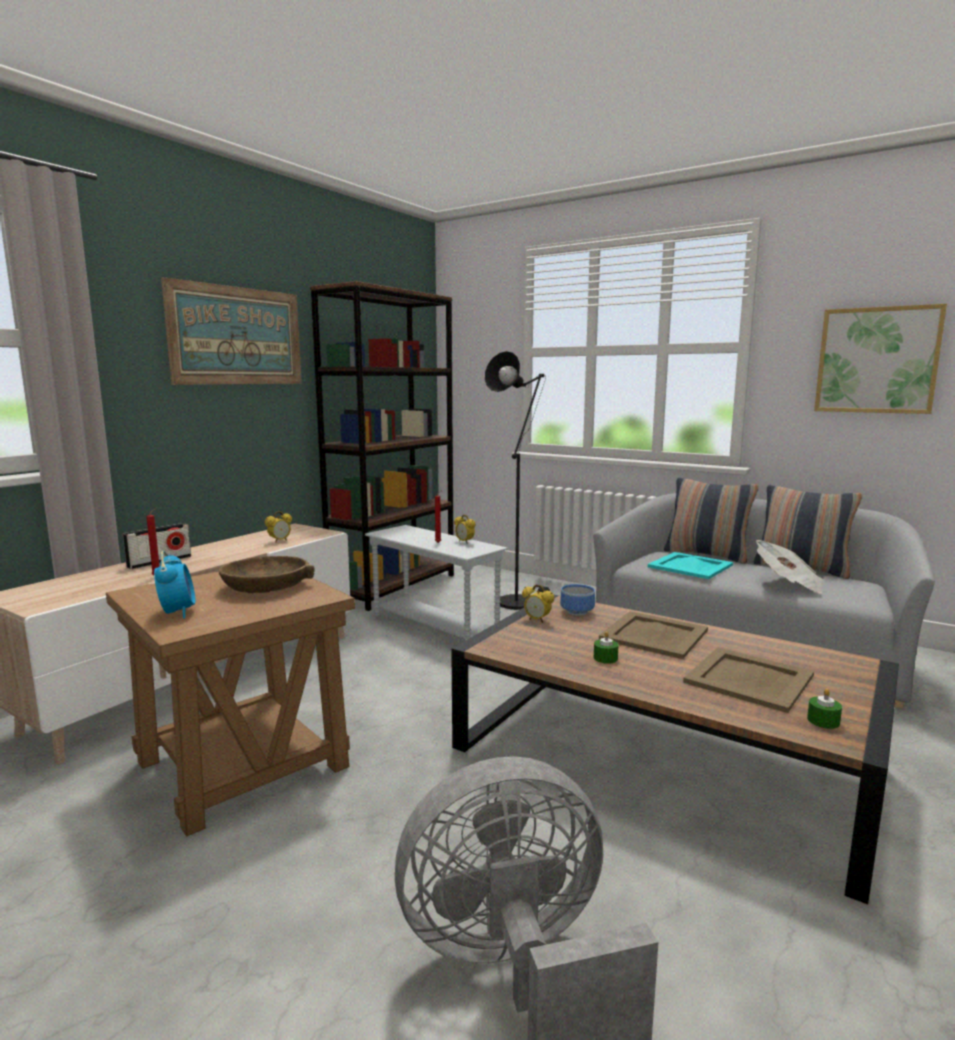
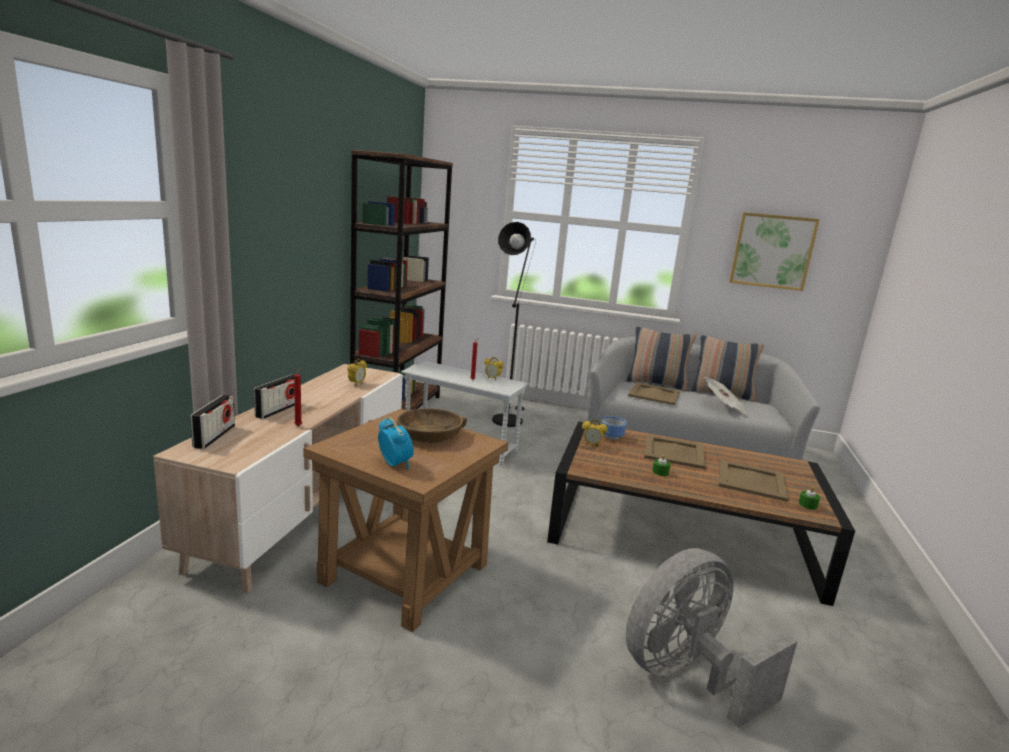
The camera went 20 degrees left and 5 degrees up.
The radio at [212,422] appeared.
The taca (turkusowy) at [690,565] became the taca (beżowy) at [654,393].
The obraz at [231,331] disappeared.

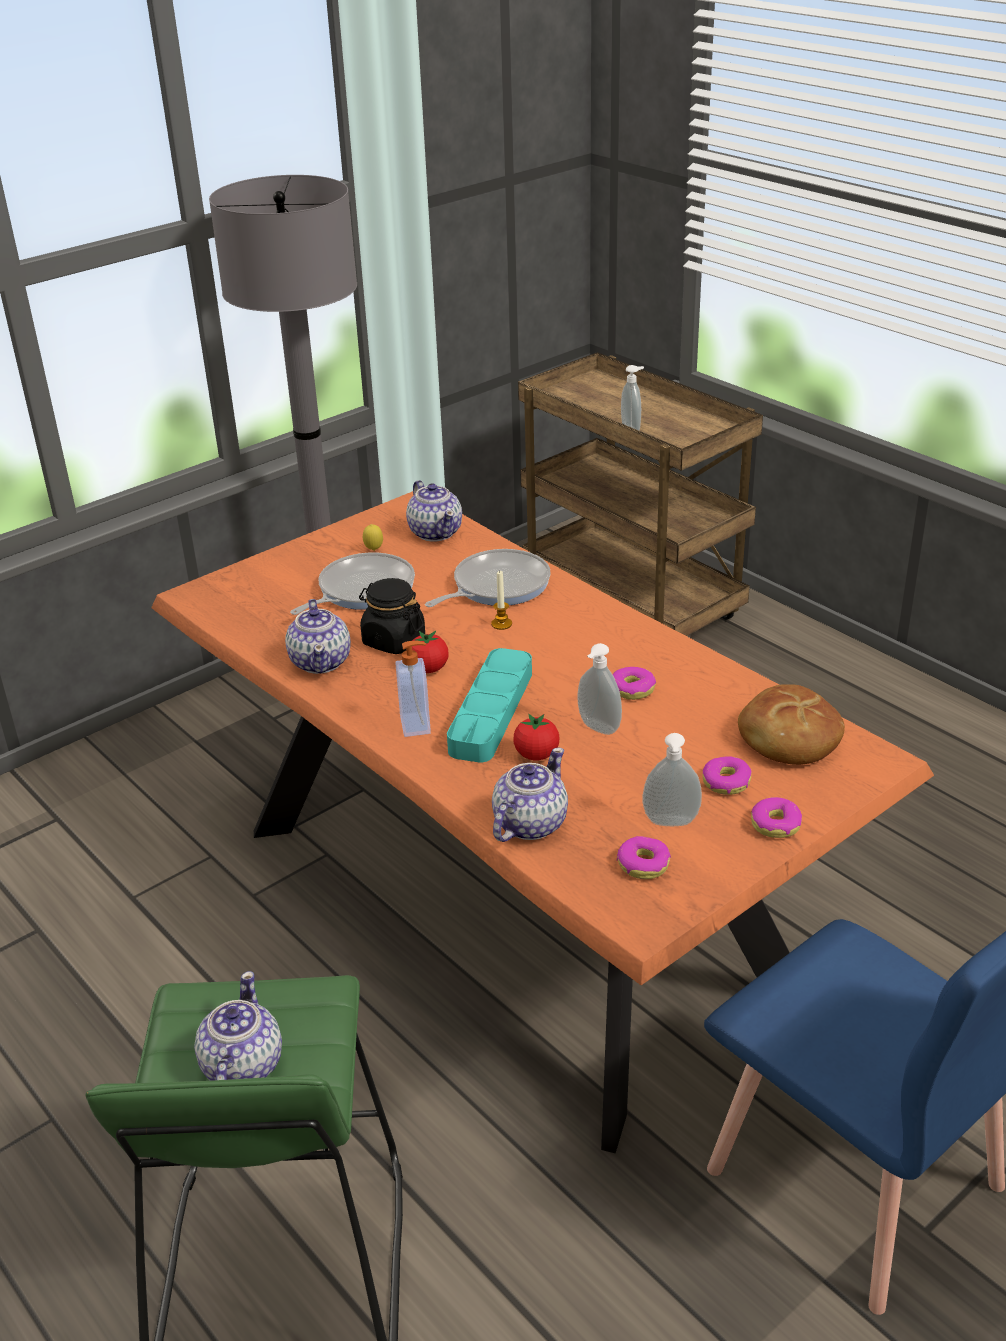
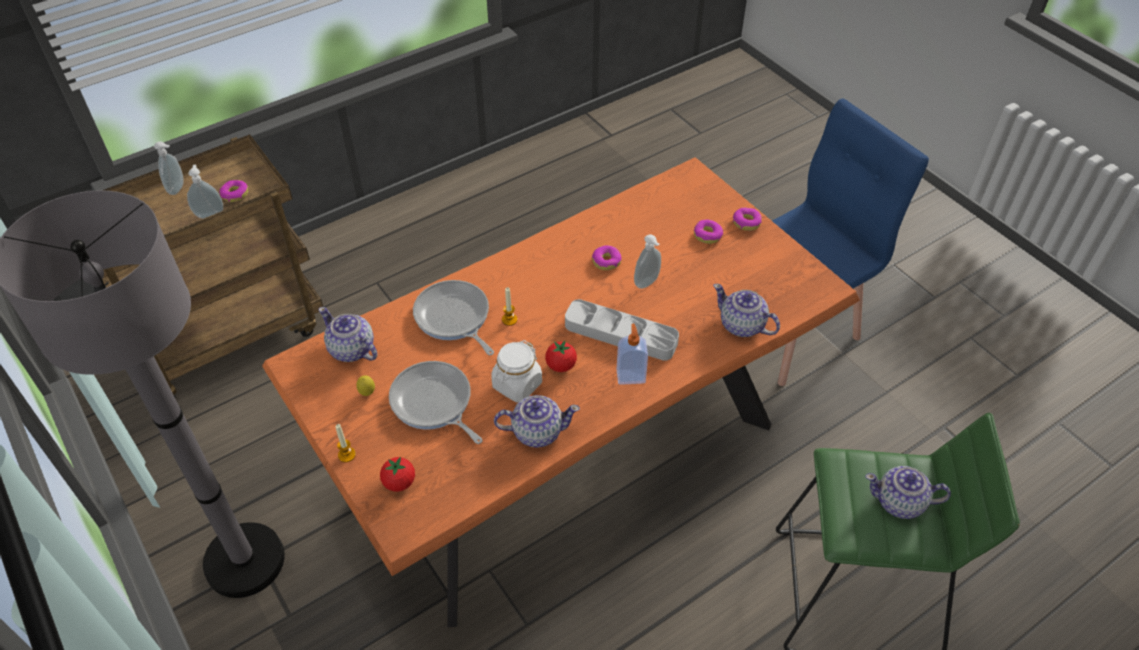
The camera went 85 degrees left and 15 degrees up.
The dozownik mydła moved from [672,779] to [169,168].
The donut moved from [644,857] to [233,191].
The imbryk at [434,511] turned 120 degrees counterclockwise.
The świeca at [346,443] appeared.
The pomidor moved from [536,737] to [397,474].
The słoik (czarny) at [392,616] became the słoik (biały) at [516,371].
The taca (turkusowy) at [489,705] became the taca (szary) at [622,330].
The chleb at [791,724] disappeared.

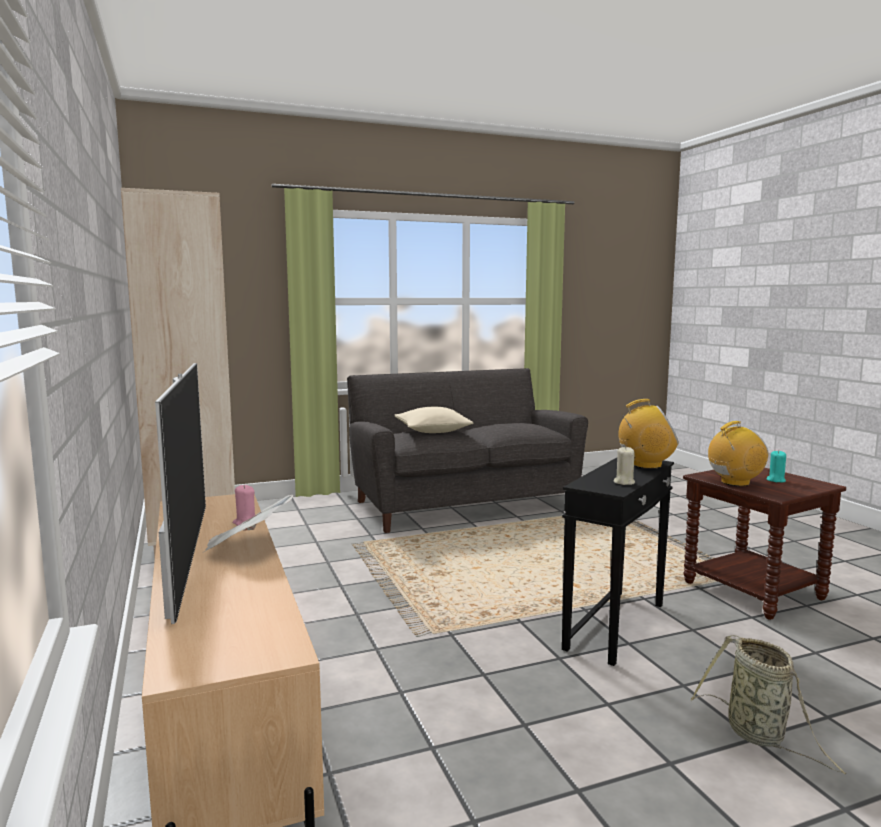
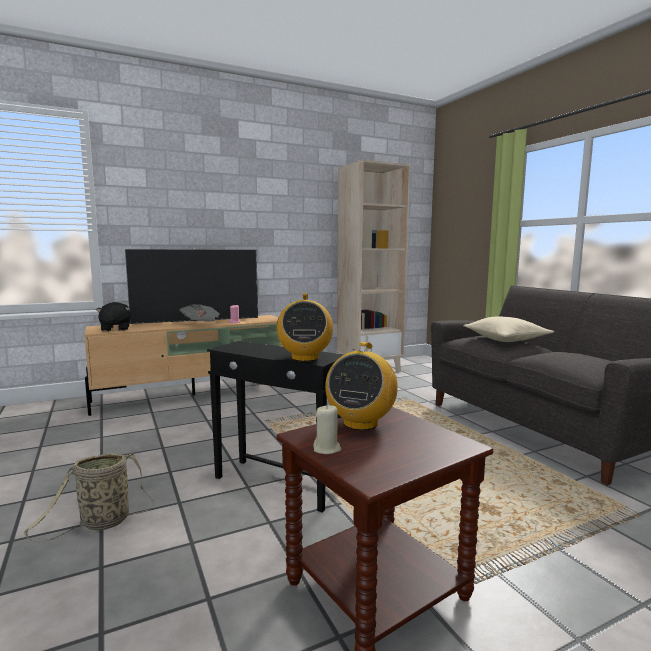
The camera went 85 degrees right and 0 degrees up.
The pluszak (czarny) at [113,317] appeared.
The świeca (beżowy) moved from [624,466] to [327,429].
The radio at [738,453] turned 45 degrees clockwise.
The świeca (turkusowy) at [776,466] disappeared.

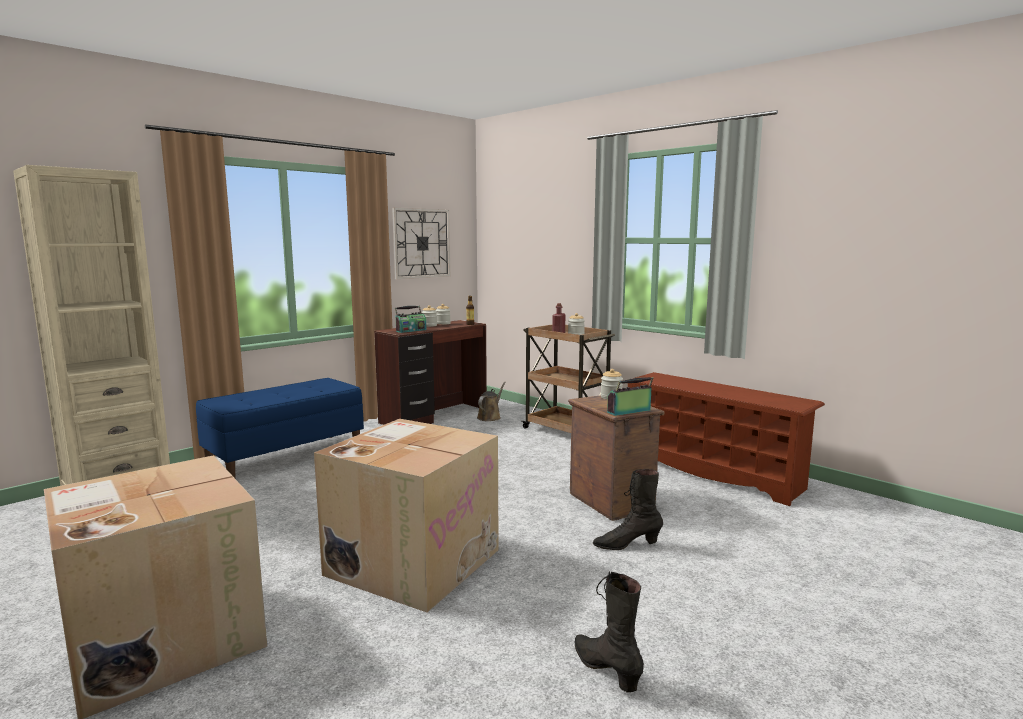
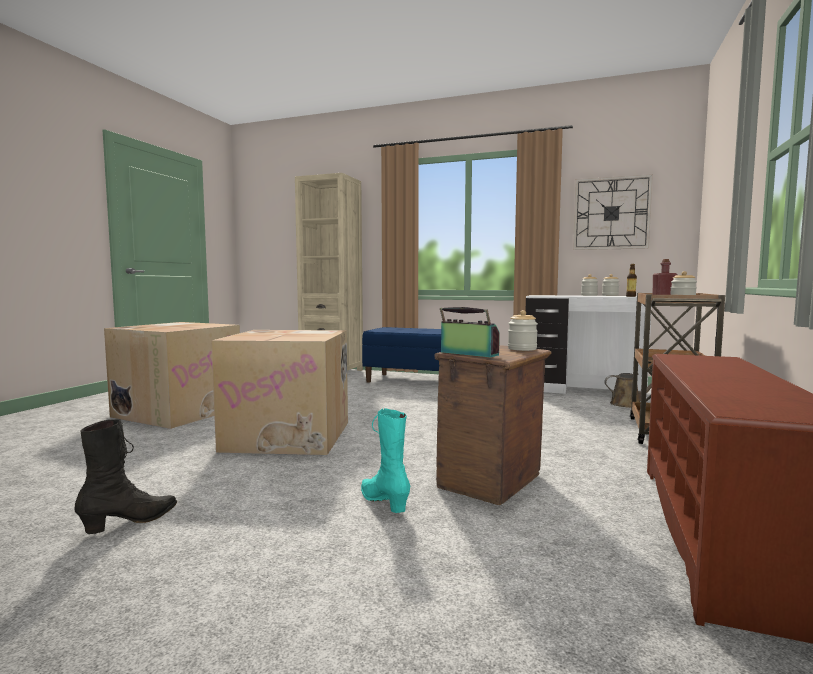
The camera went 65 degrees right and 5 degrees down.
The but z cholewką (czarny) at [627,509] became the but z cholewką (turkusowy) at [385,460].
The biurko (brązowy) at [430,372] became the biurko (biały) at [589,346].
The radio at [410,319] disappeared.

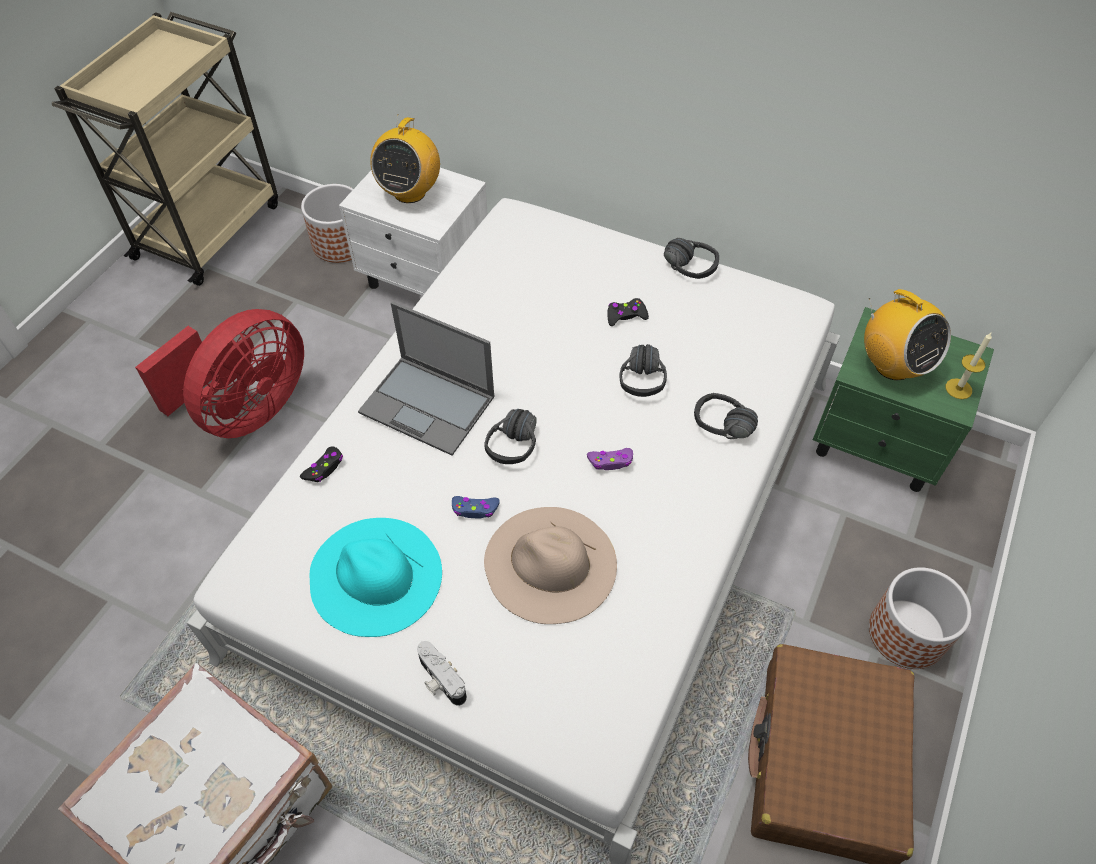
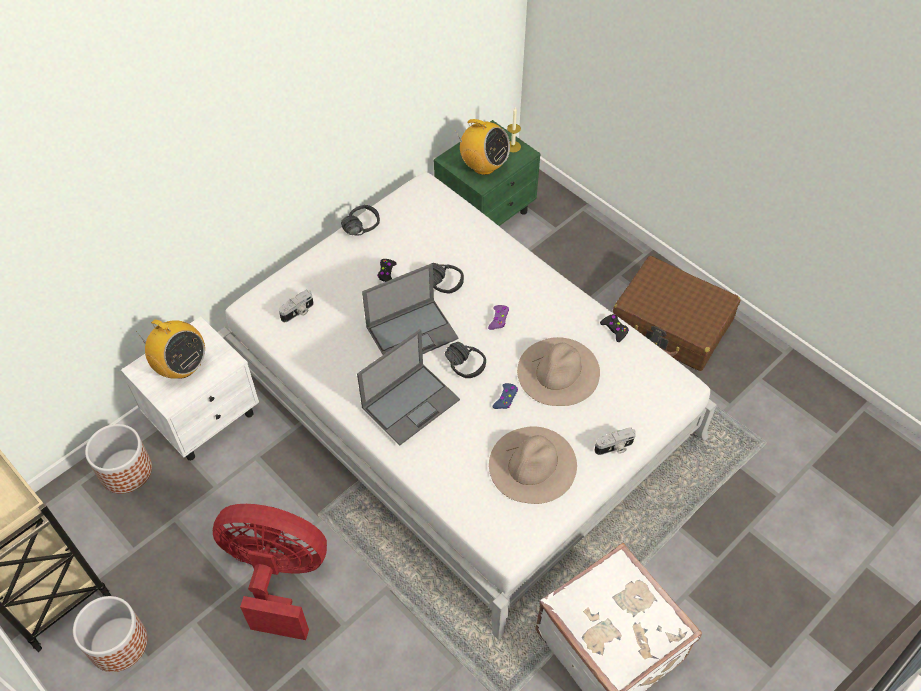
The camera went 70 degrees left and 0 degrees up.
The donica moved from [920,618] to [110,634].
The wentylator (czerwony) at [219,373] turned 45 degrees counterclockwise.
The aparat fotograficzny at [296,306] appeared.
The laptop at [410,309] appeared.
The radio at [907,334] turned 45 degrees clockwise.
The kapelusz (turkusowy) at [376,577] became the kapelusz (beżowy) at [533,465].
The pad do gier (czarny) moved from [321,464] to [614,328].
The słuchawki (czarny) at [726,416] disappeared.

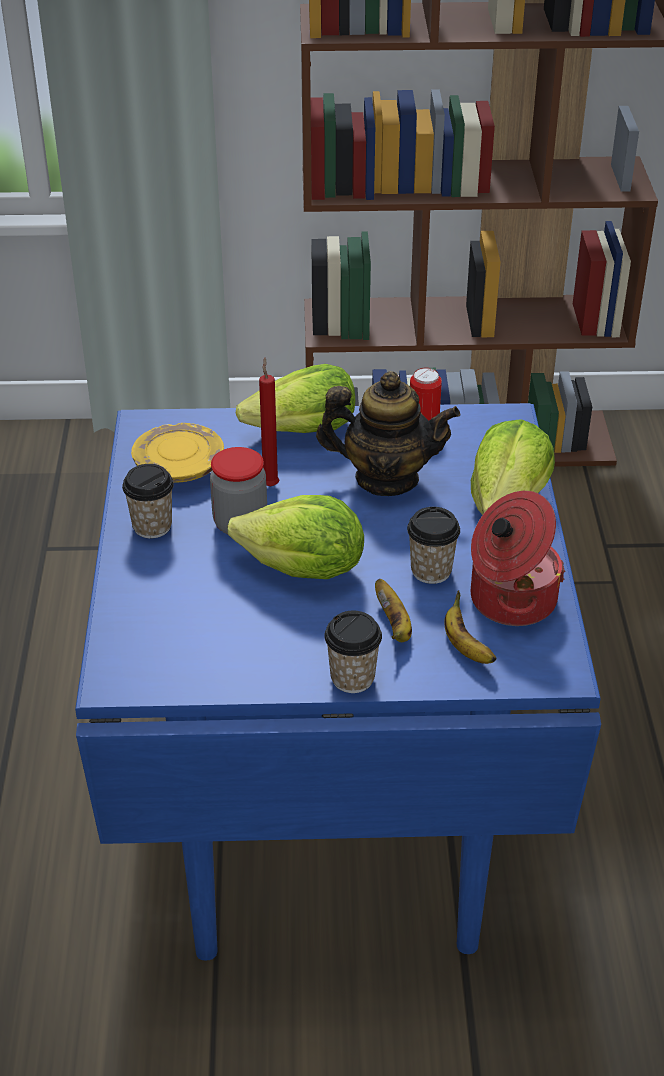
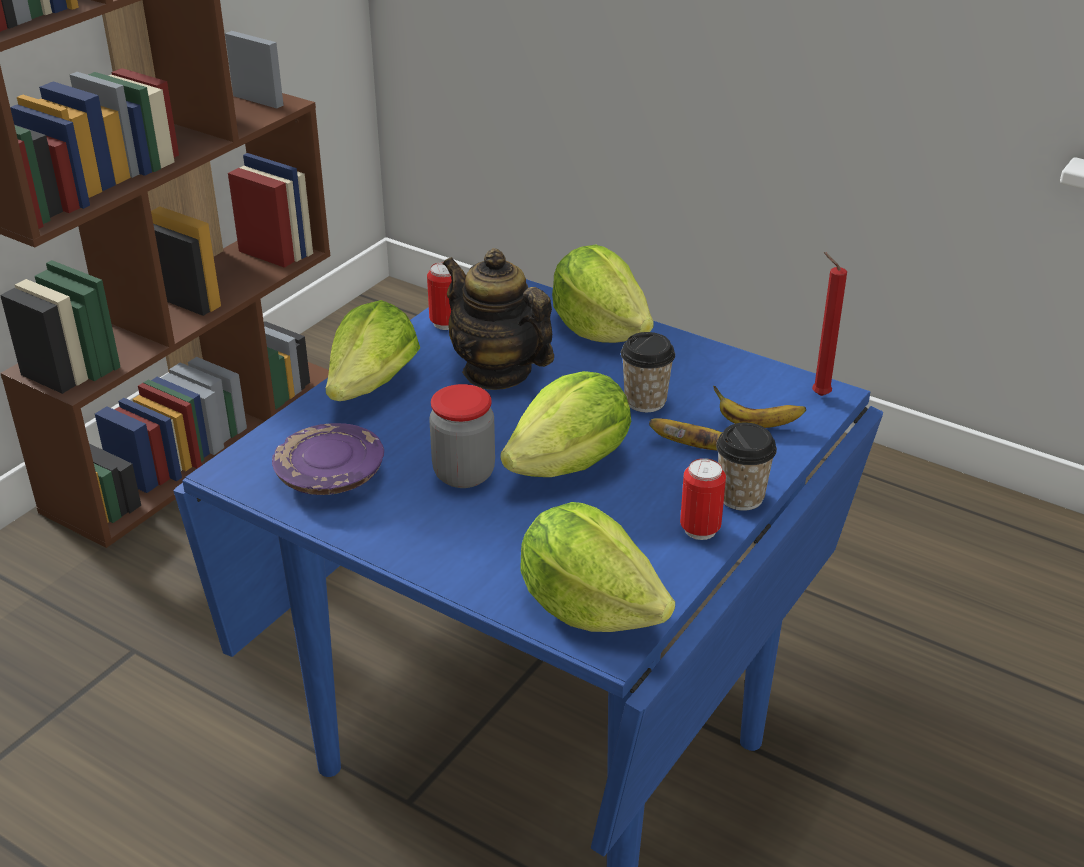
The camera went 55 degrees left and 5 degrees down.
The talerz (żółty) at [177,453] became the talerz (fioletowy) at [328,459].
The imbryk at [388,433] turned 90 degrees counterclockwise.
The sałata at [597,567] appeared.
The puszka at [703,499] appeared.
The świeca (czerwony) moved from [269,422] to [829,324].
The filiżanka at [148,501] disappeared.
The garnek at [518,558] disappeared.

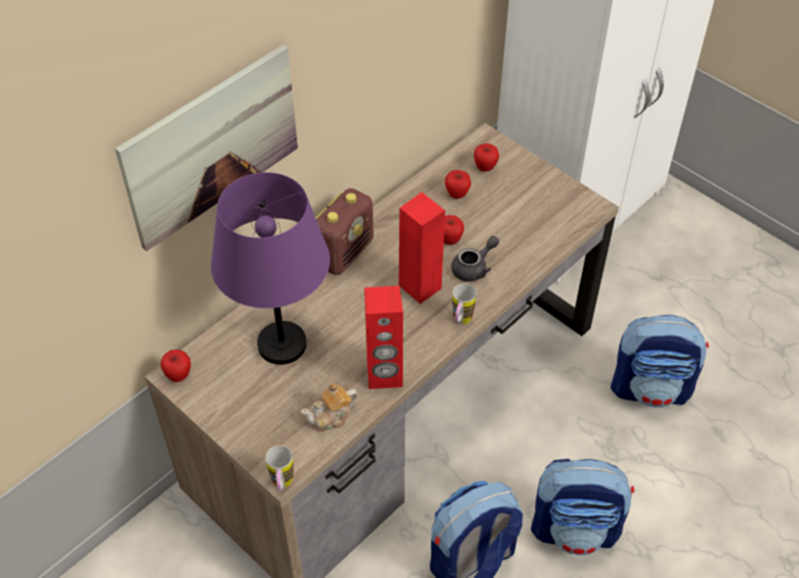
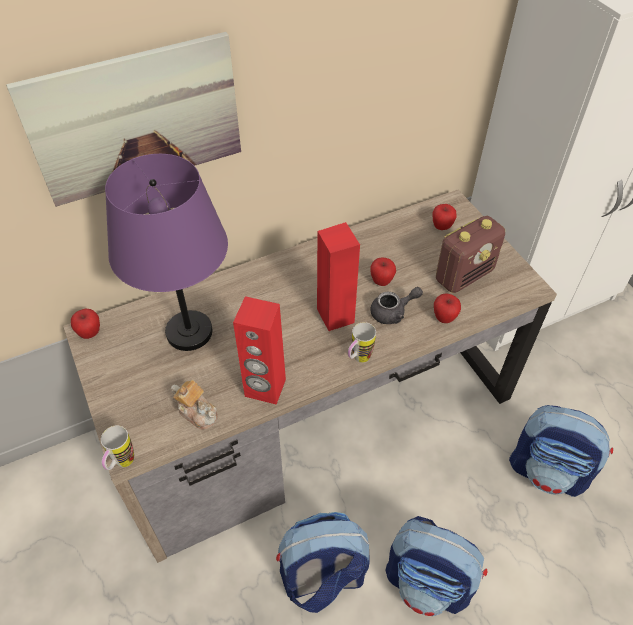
The camera went 20 degrees right and 0 degrees up.
The imbryk at [329,407] turned 135 degrees counterclockwise.
The jabłko moved from [458,184] to [447,308].
The radio moved from [345,231] to [470,254].

